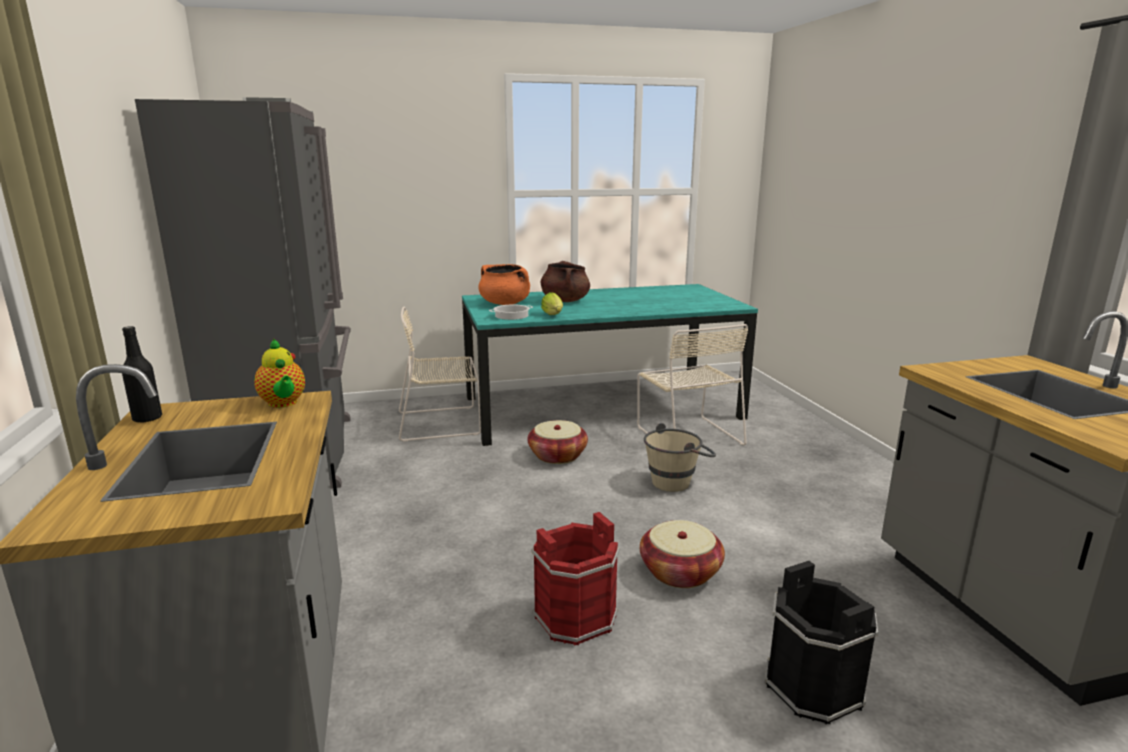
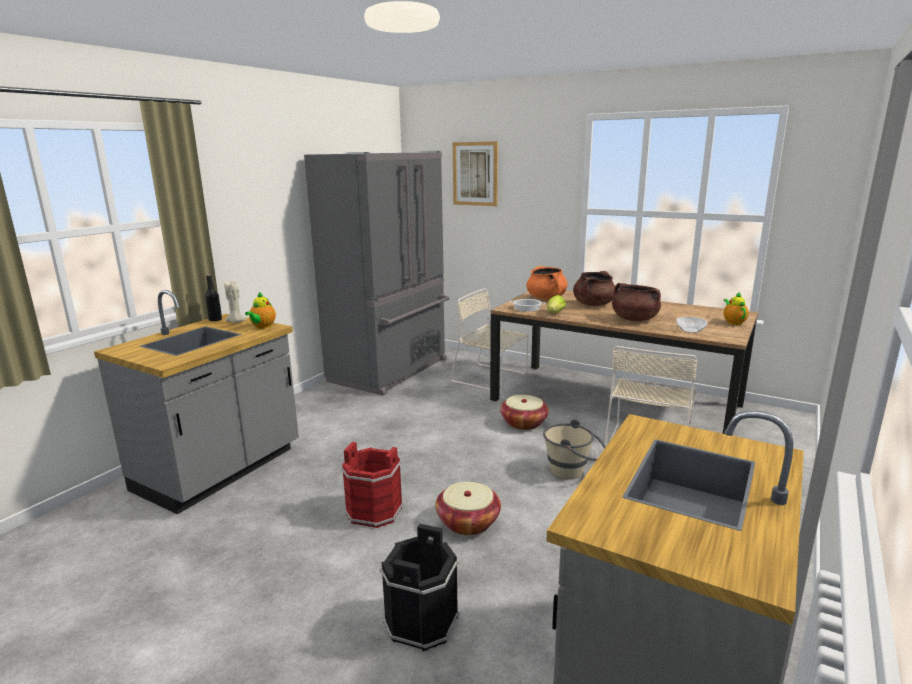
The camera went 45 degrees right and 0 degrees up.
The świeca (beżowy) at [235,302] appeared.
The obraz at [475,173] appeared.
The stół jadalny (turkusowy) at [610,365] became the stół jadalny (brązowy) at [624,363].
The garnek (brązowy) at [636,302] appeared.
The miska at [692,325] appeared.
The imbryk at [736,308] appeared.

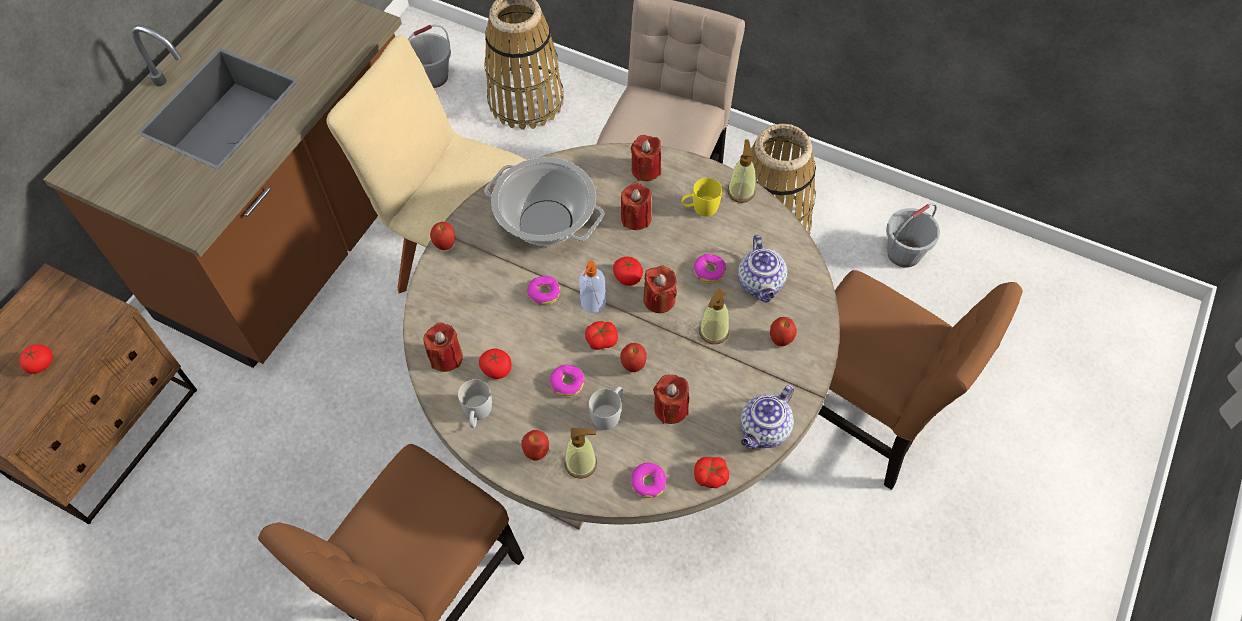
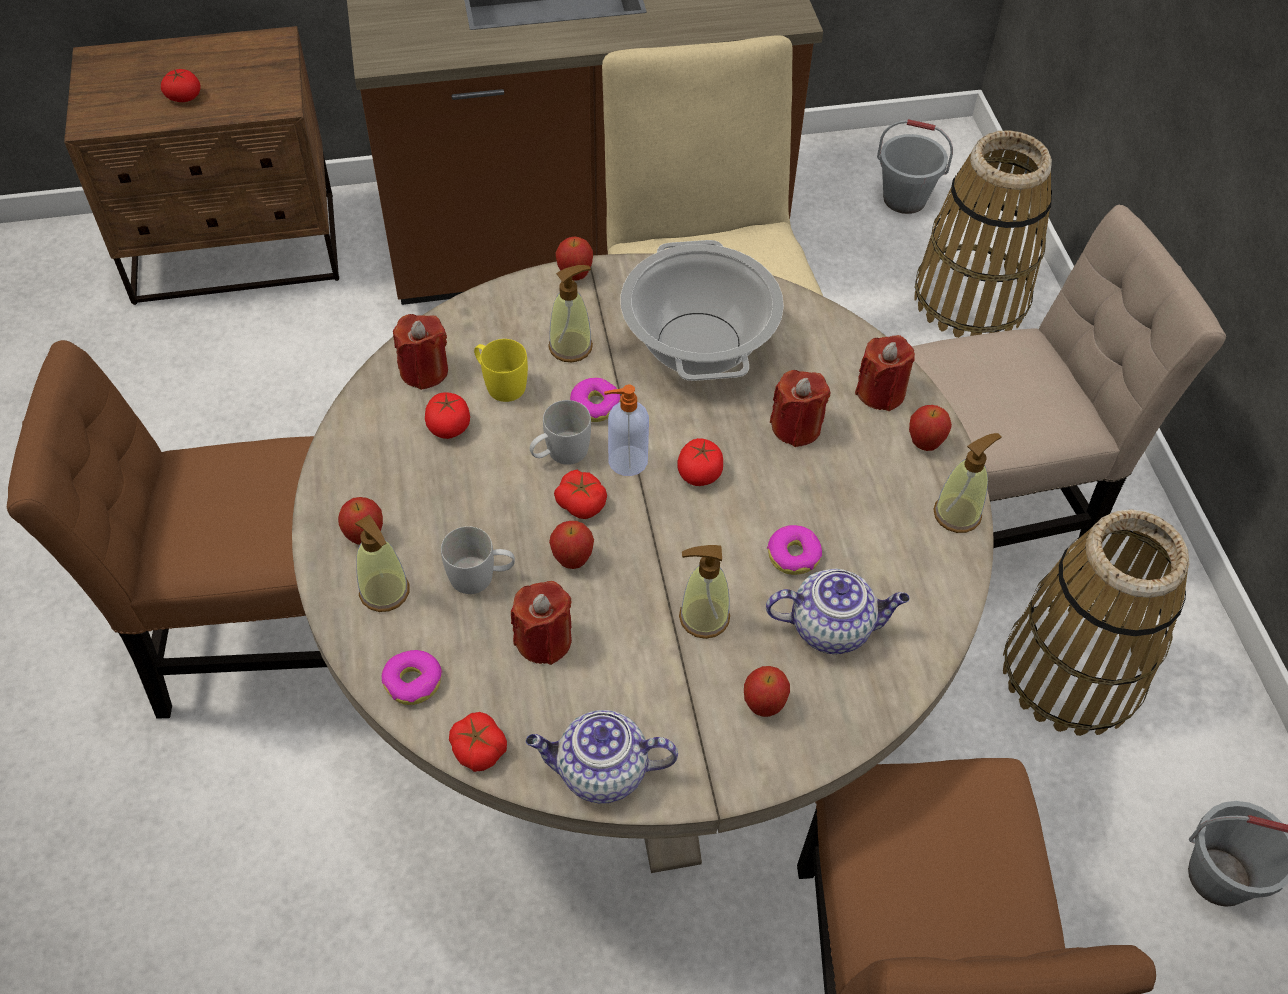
The camera went 50 degrees right and 5 degrees down.
The kubek (żółty) moved from [702,197] to [501,370].
The kubek (biały) moved from [475,403] to [560,432].
The dozownik mydła at [570,313] appeared.
The imbryk at [762,269] turned 135 degrees counterclockwise.
The jabłko at [930,428] appeared.
The donut at [567,381] disappeared.
The świeca (czerwony) at [660,289] disappeared.

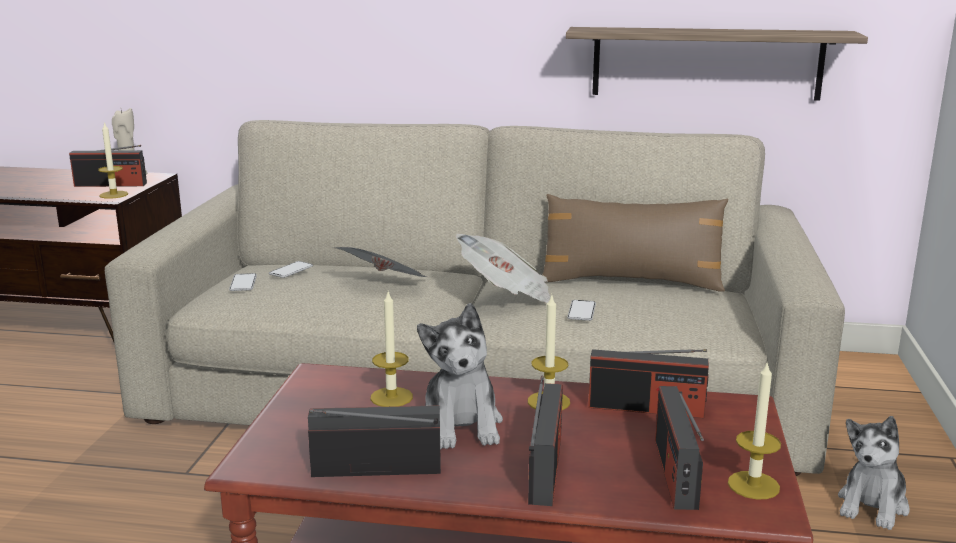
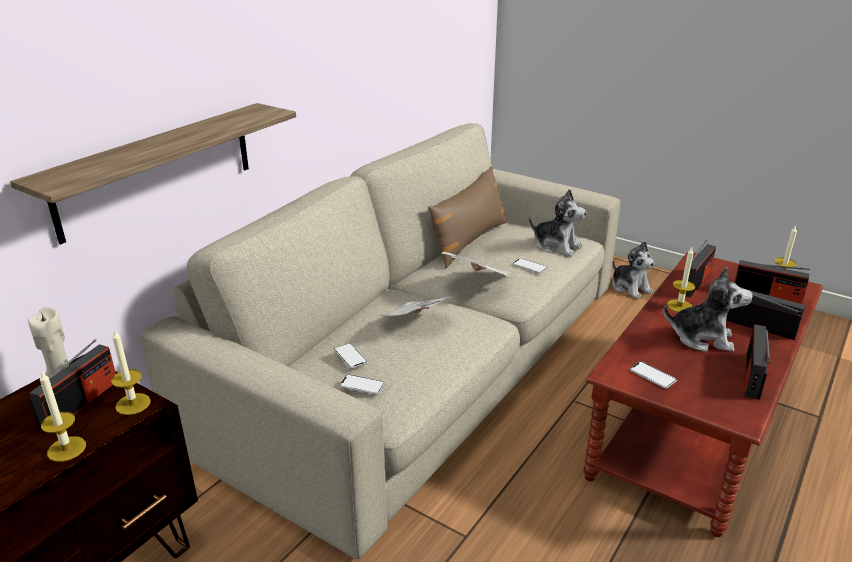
The camera went 65 degrees left and 10 degrees up.
The półka moved from [717,64] to [153,174].
The świeca moved from [391,349] to [63,416].
The pluszak at [558,223] appeared.
The telefon at [653,375] appeared.

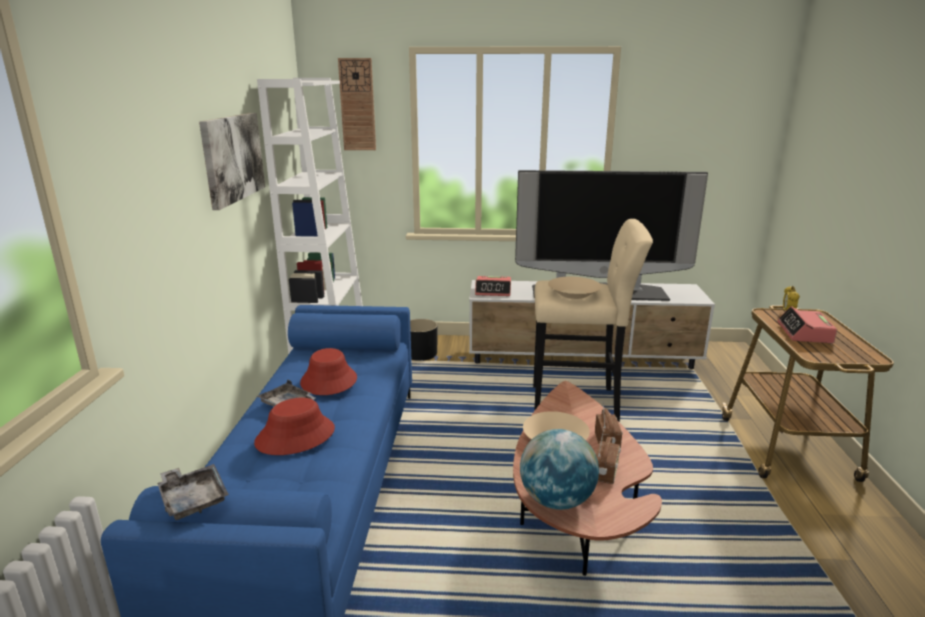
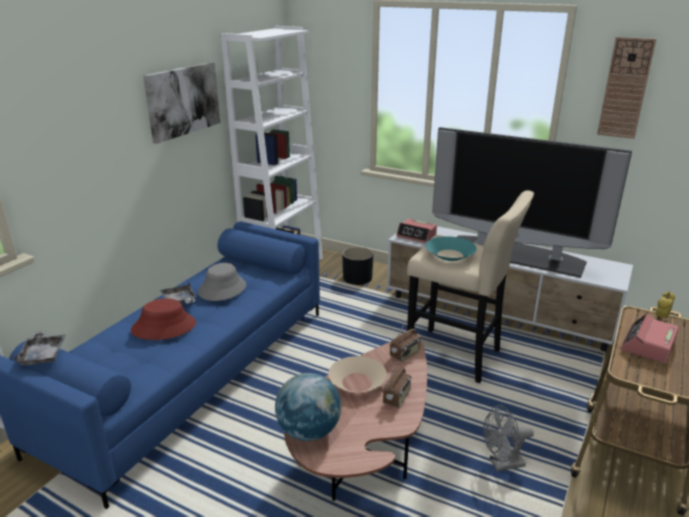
The camera went 25 degrees right and 5 degrees up.
The kapelusz (czerwony) at [328,371] became the kapelusz (szary) at [222,282].
The radio moved from [608,456] to [405,341].
The miska (beżowy) at [575,288] became the miska (turkusowy) at [451,248].
The wentylator (szary) at [508,438] appeared.
The zegar ścienny moved from [357,104] to [626,88].

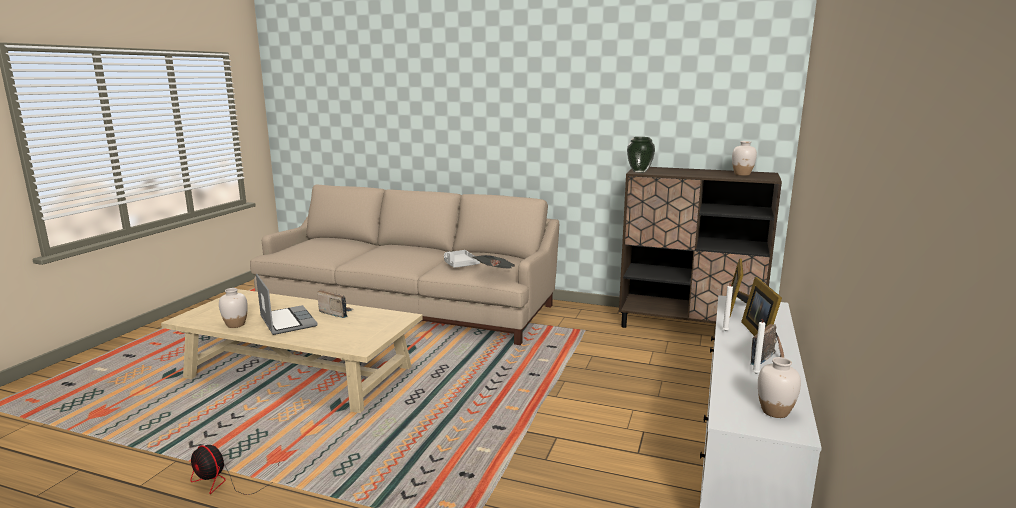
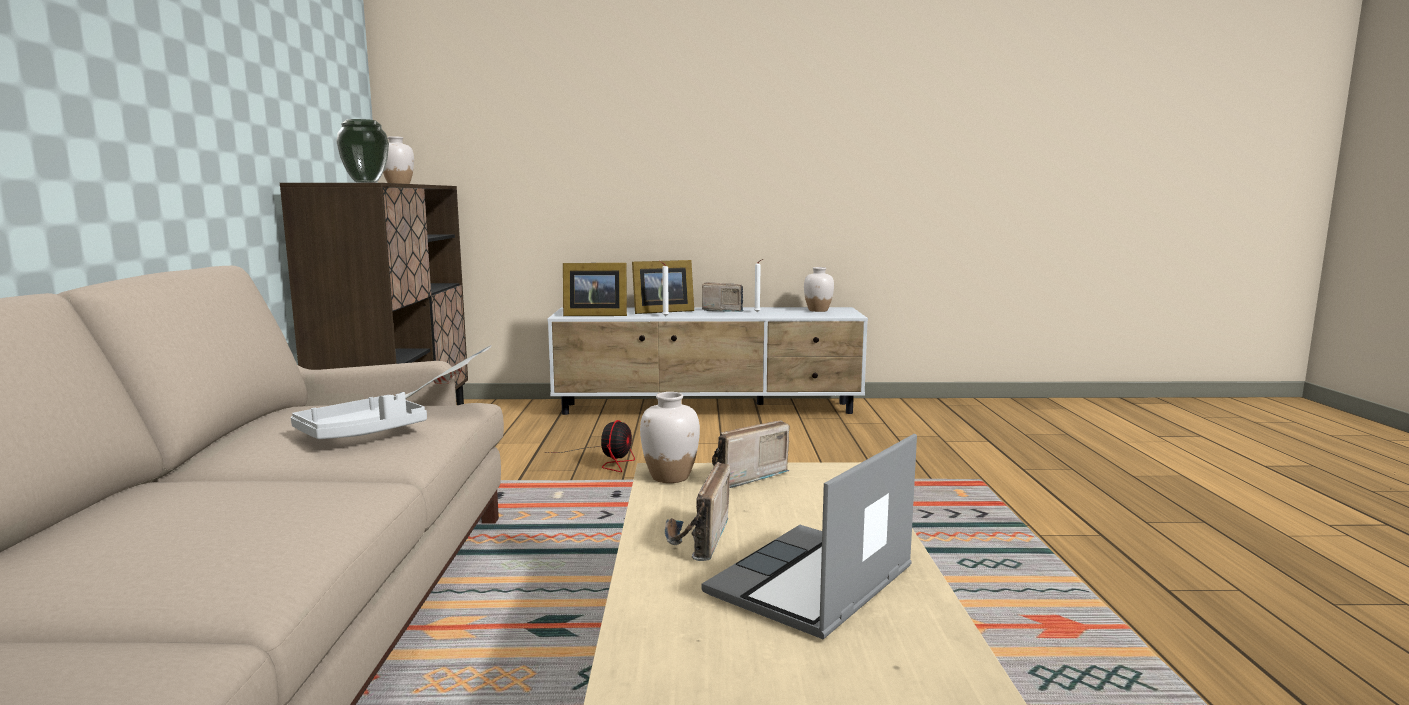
The camera went 110 degrees left and 5 degrees down.
The wentylator moved from [231,470] to [590,446].
The wazon (biały) moved from [233,308] to [670,437].
The radio at [751,454] appeared.

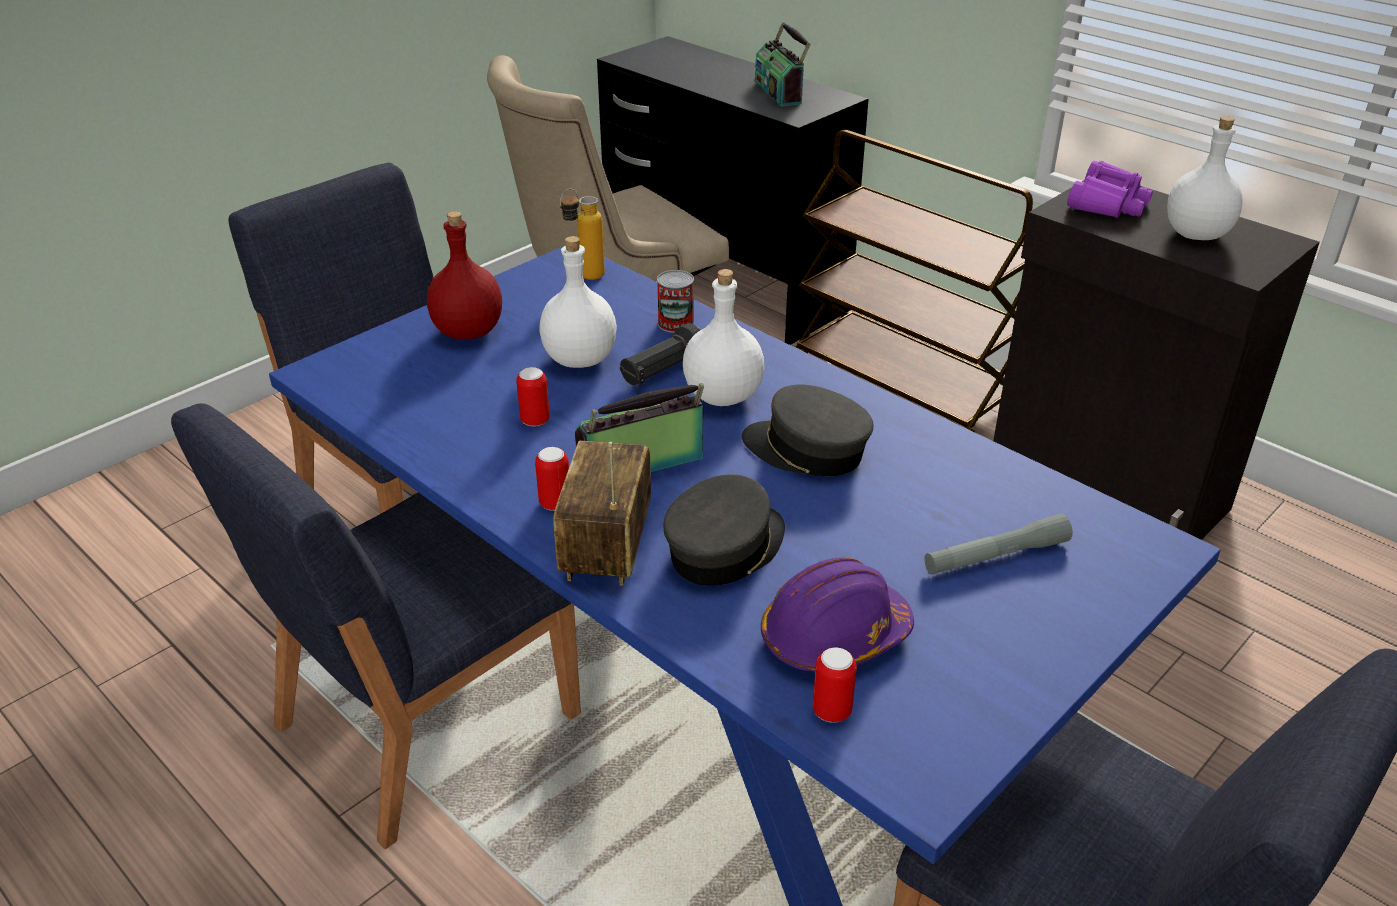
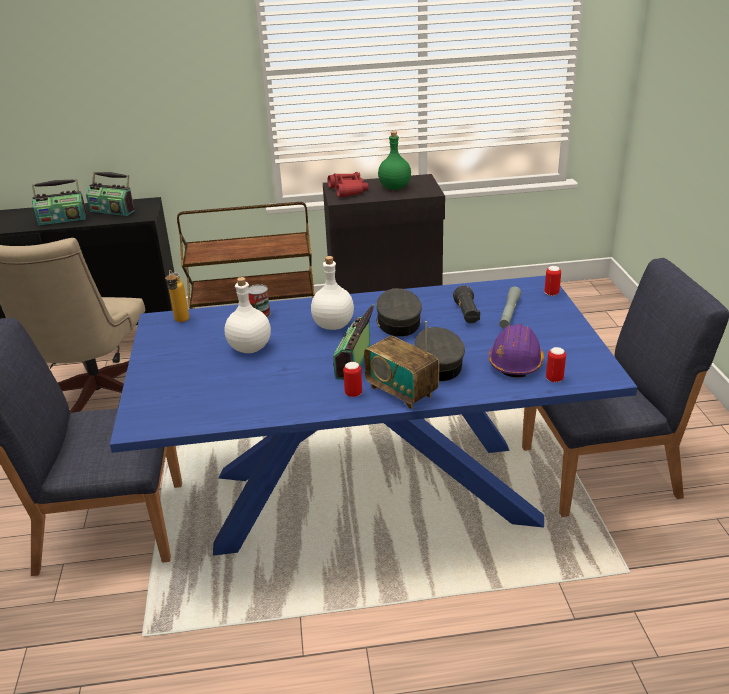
The camera went 50 degrees left and 5 degrees down.
The radio at [59,202] appeared.
The lornetka (fioletowy) at [1110,189] became the lornetka (czerwony) at [348,184].
The czapka z daszkiem (szary) at [808,430] turned 105 degrees clockwise.
The butelka (biały) at [1204,178] became the butelka (zielony) at [394,160].
The latarka (czarny) moved from [660,354] to [466,304].
The puszka moved from [533,396] to [552,281].
The krzesło (niebieski) at [376,626] disappeared.
The butelka (czerwony) at [464,275] disappeared.

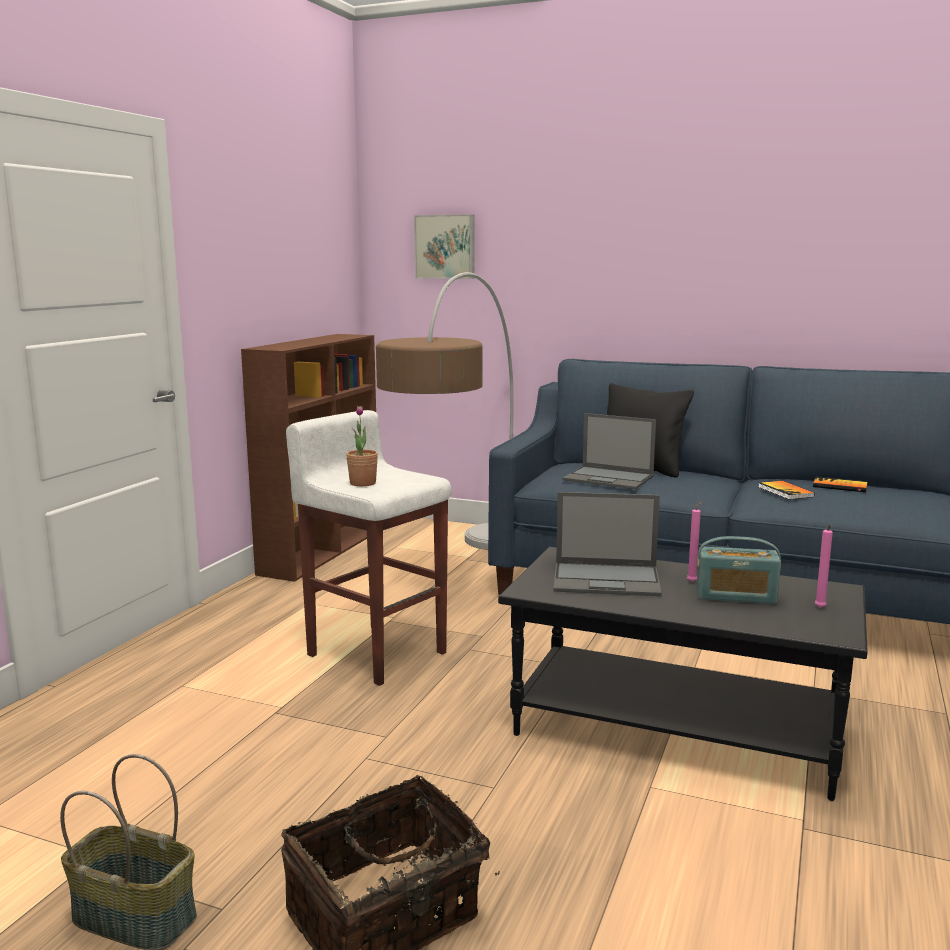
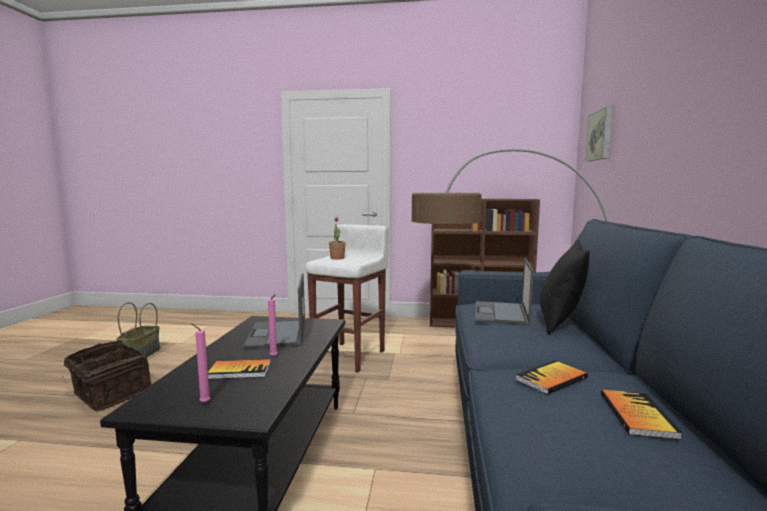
The camera went 75 degrees right and 5 degrees down.
The radio at [739,570] was replaced by the książka at [239,369].

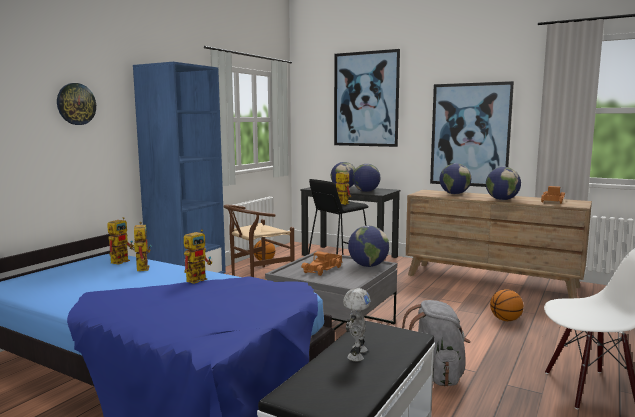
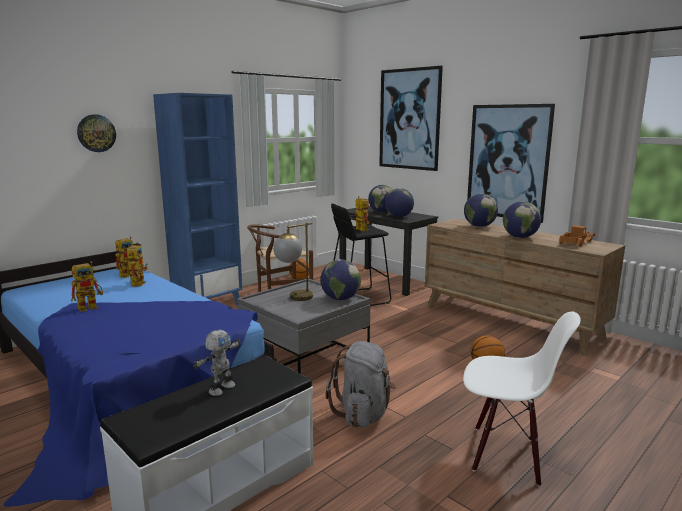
The camera went 15 degrees right and 5 degrees up.
The robot zabawkowy moved from [198,257] to [87,286].
The ciężarówka zabawkowa at [322,263] was replaced by the lampa stołowa at [293,262].

